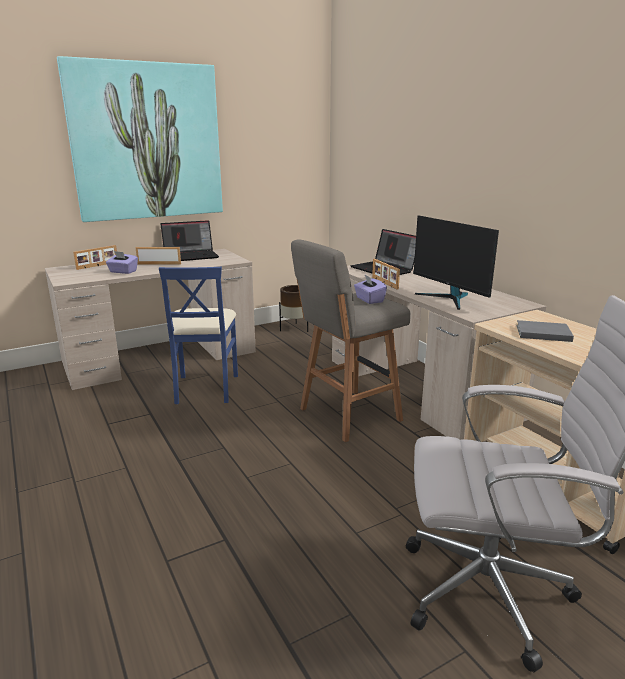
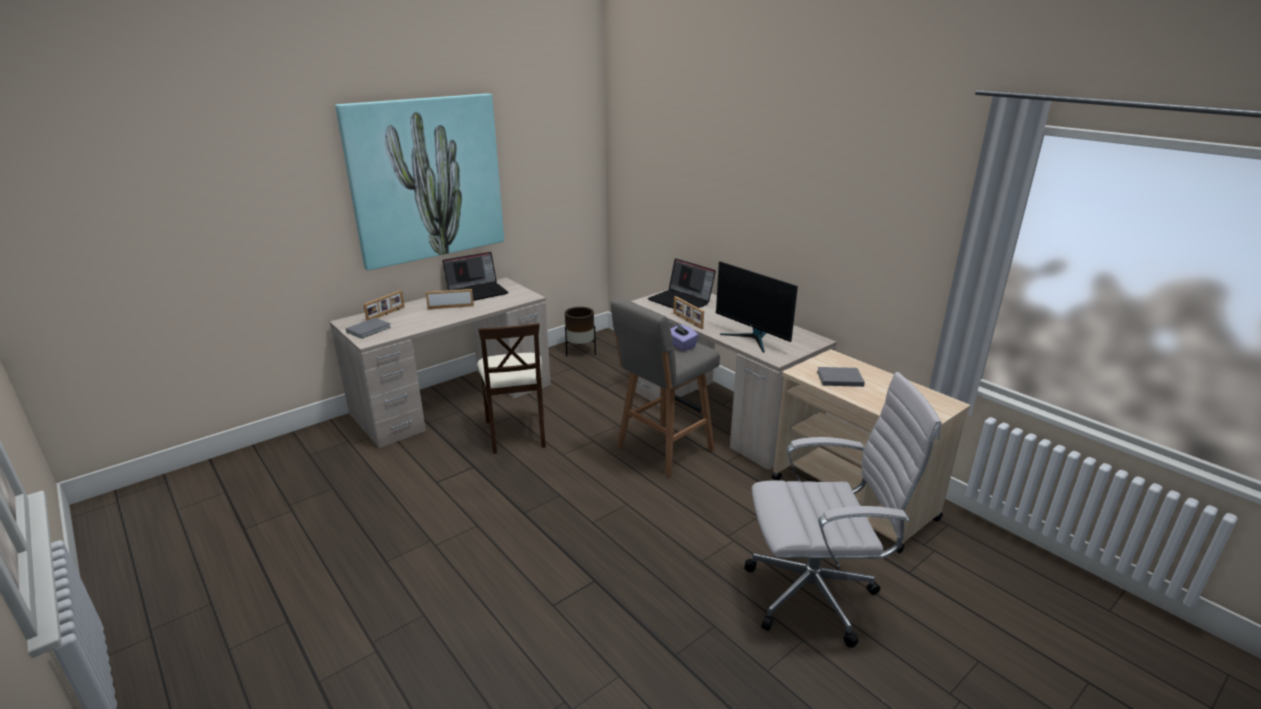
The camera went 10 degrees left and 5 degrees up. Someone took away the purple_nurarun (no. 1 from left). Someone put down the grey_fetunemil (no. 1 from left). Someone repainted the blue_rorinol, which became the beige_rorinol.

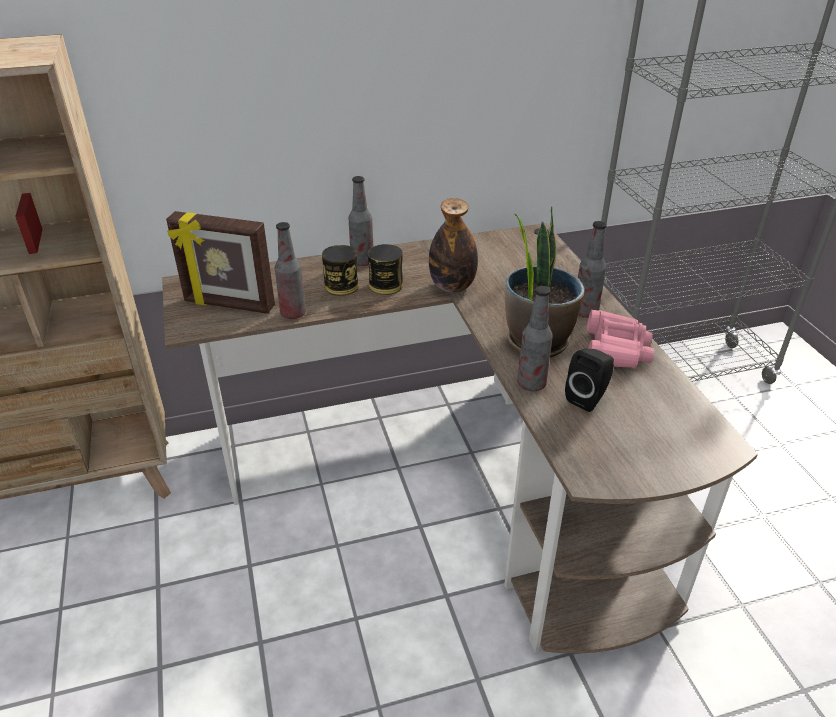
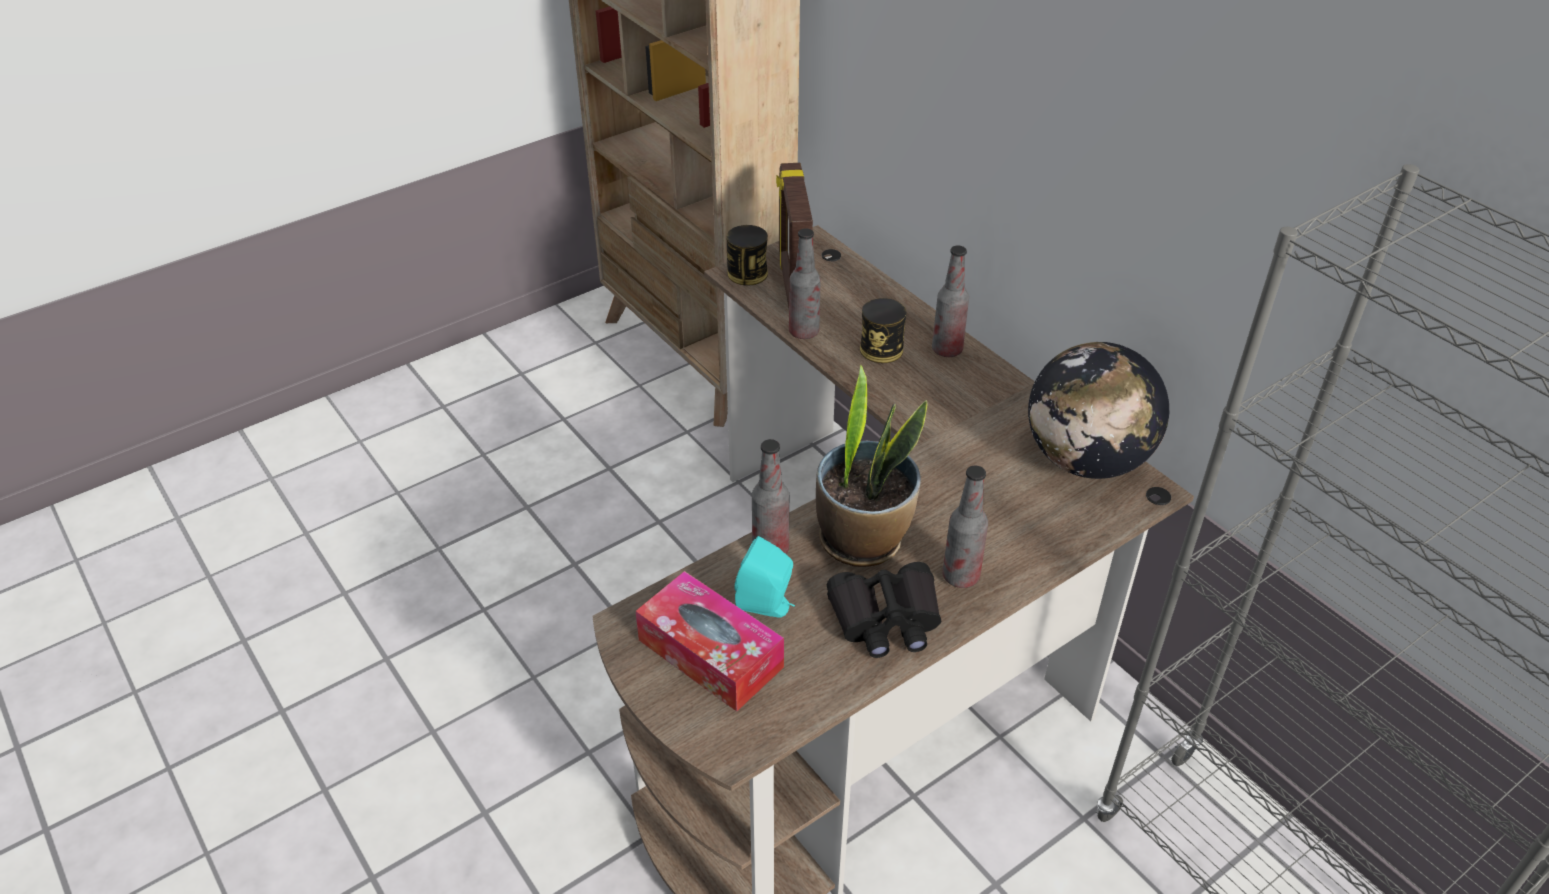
The camera went 70 degrees right and 5 degrees up. Someone took away the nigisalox (no. 3 from left). Someone put down the nurarun. Someone put down the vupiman. Someone carried the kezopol (no. 2 from left in the first image). Someone repainted the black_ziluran, which became the turquoise_ziluran. Someone repainted the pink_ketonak, which became the black_ketonak.

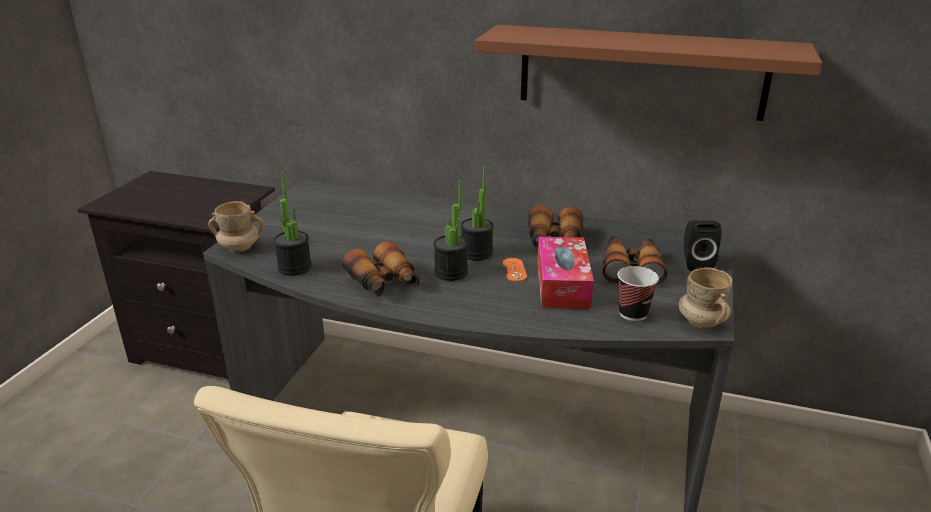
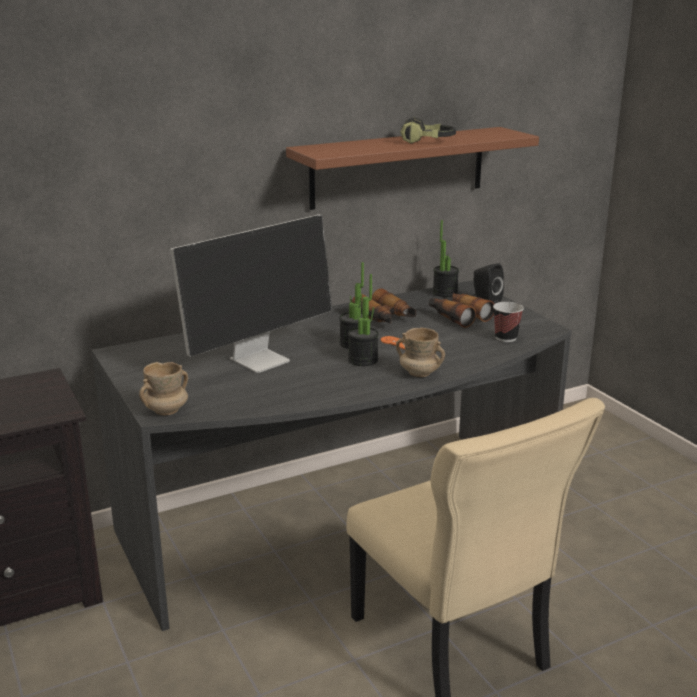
The camera went 45 degrees left and 5 degrees down. Someone took away the ketonak (no. 1 from left). Someone took away the nurarun. Someone put down the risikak. Someone put down the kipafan. Someone carried the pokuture (no. 1 from left in the first image). Someone carried the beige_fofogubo (no. 2 from left).

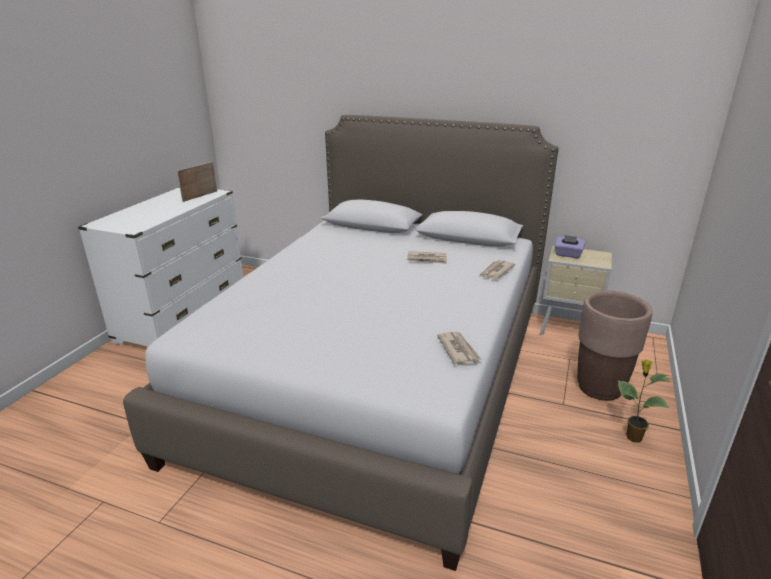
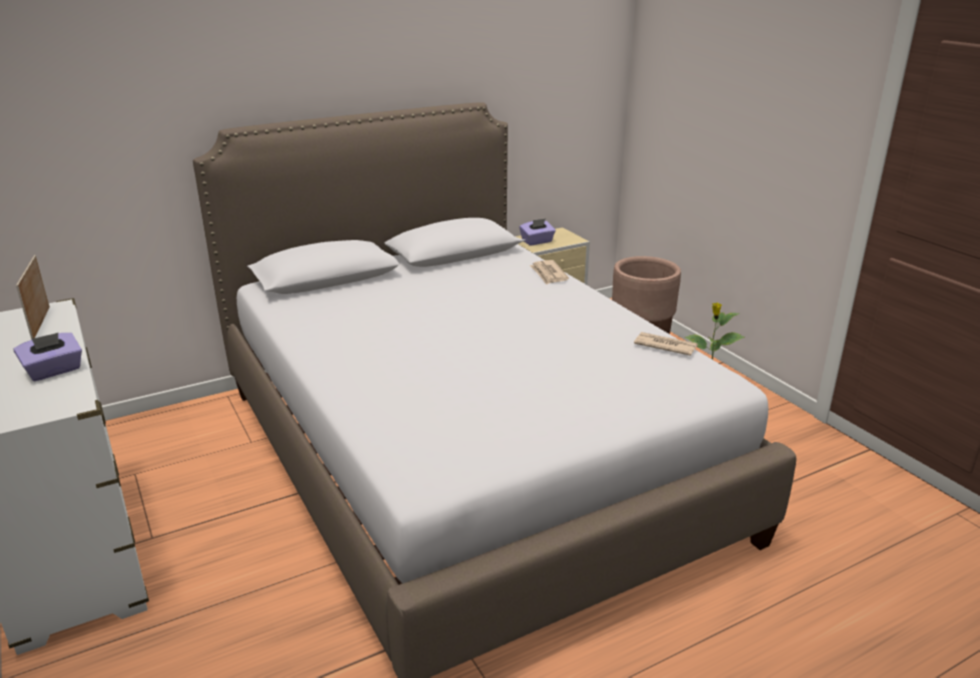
The camera went 50 degrees left and 0 degrees up. Someone took away the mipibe (no. 1 from left). Someone put down the purple_nurarun (no. 1 from left).

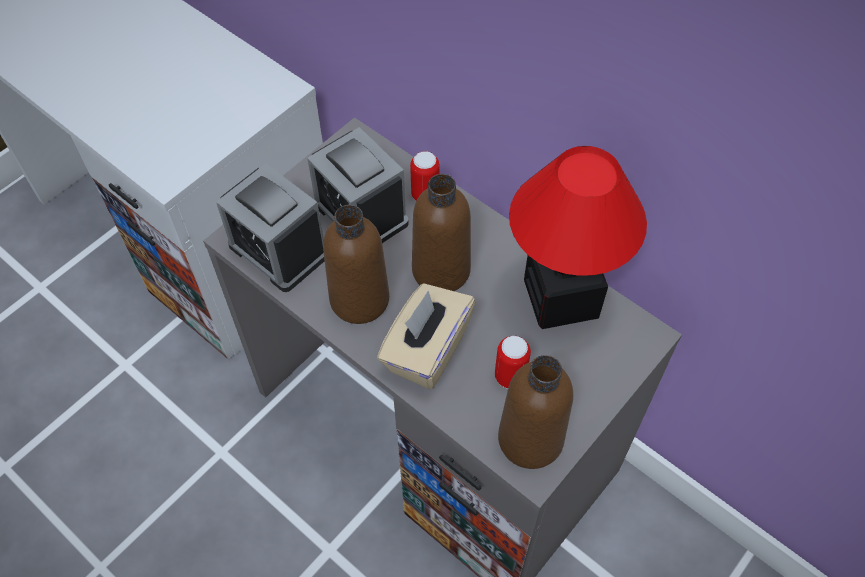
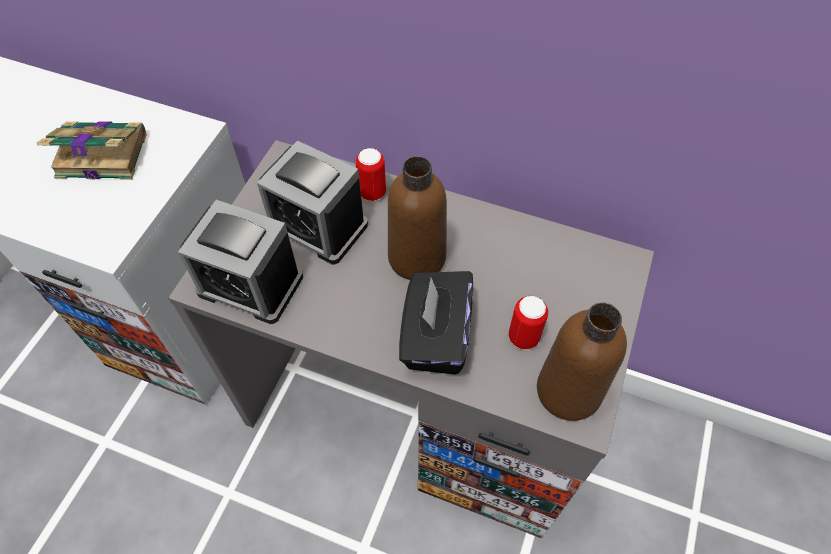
The camera went 20 degrees left and 0 degrees up. Someone took away the brown_nigisalox (no. 1 from left). Someone took away the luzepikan. Someone put down the fetunemil. Someone repainted the beige_nurarun, which became the black_nurarun.

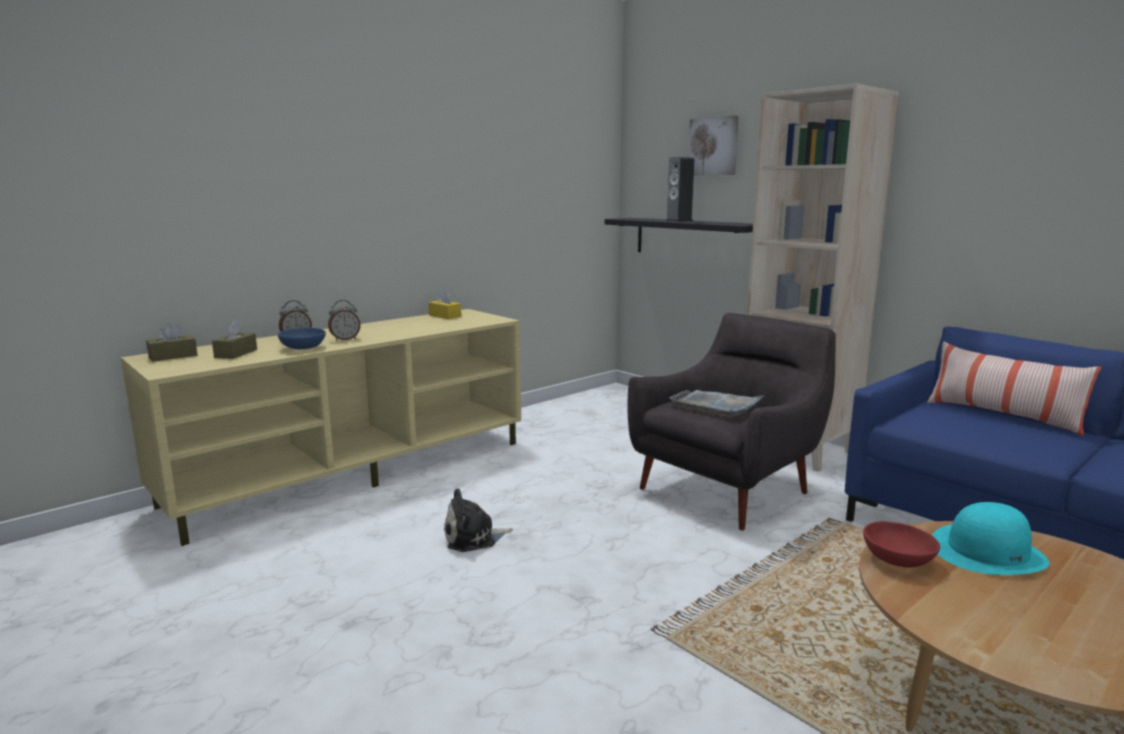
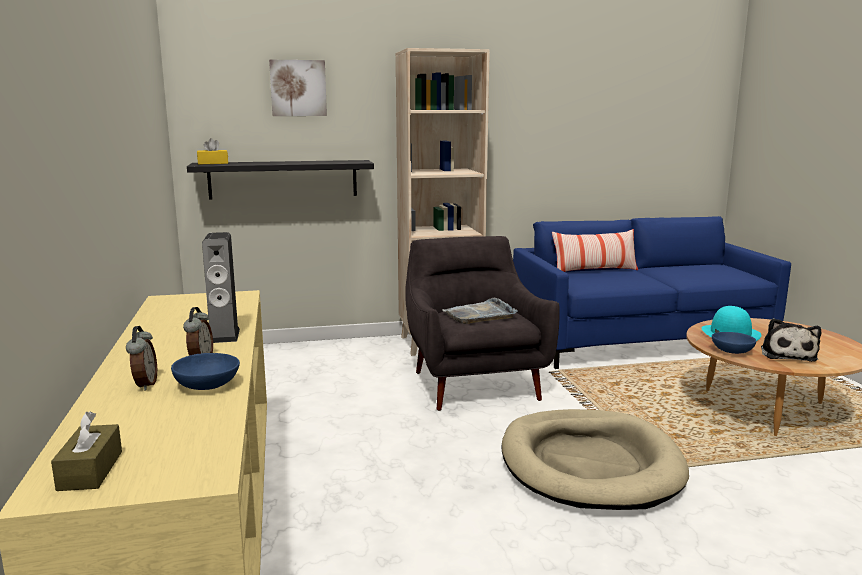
The camera went 60 degrees left and 0 degrees up. Someone took away the brown_nurarun (no. 2 from left). Someone put down the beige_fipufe. Someone carried the yellow_nurarun. Someone carried the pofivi. Someone carried the ziluran. Someone repainted the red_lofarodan, which became the blue_lofarodan (no. 2 from left).

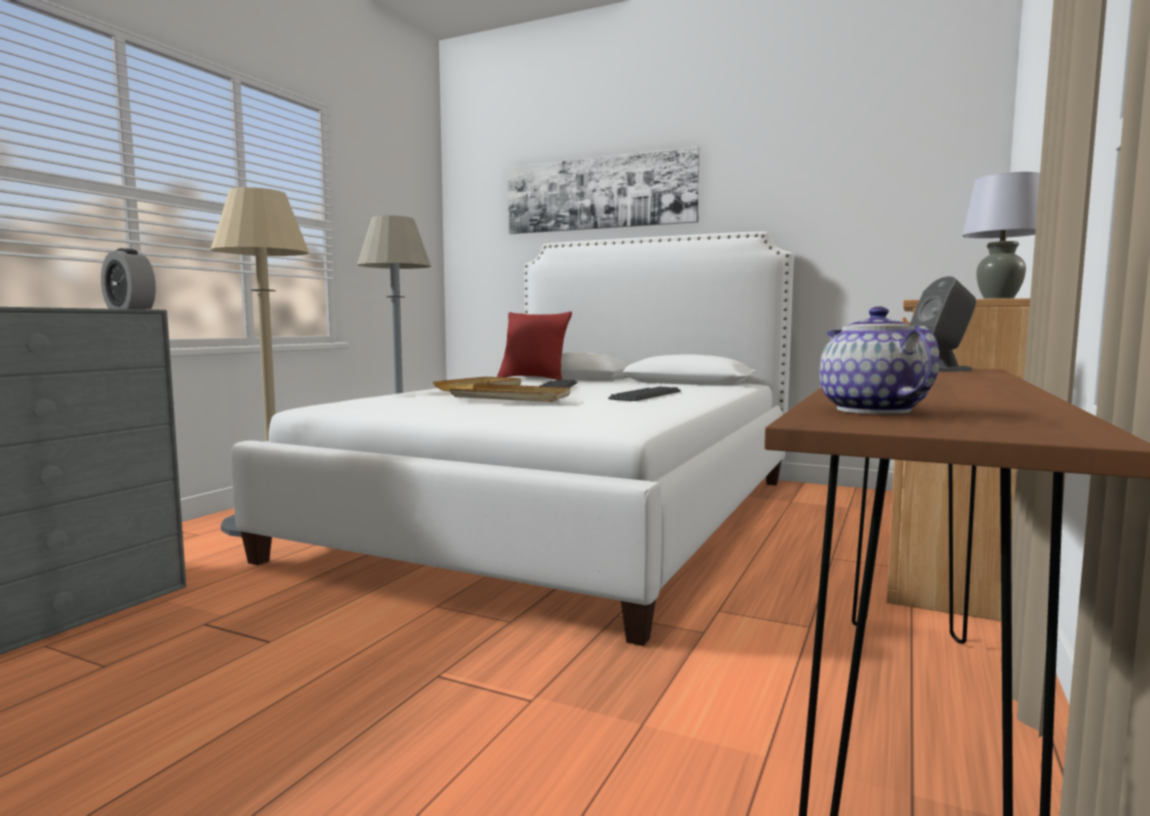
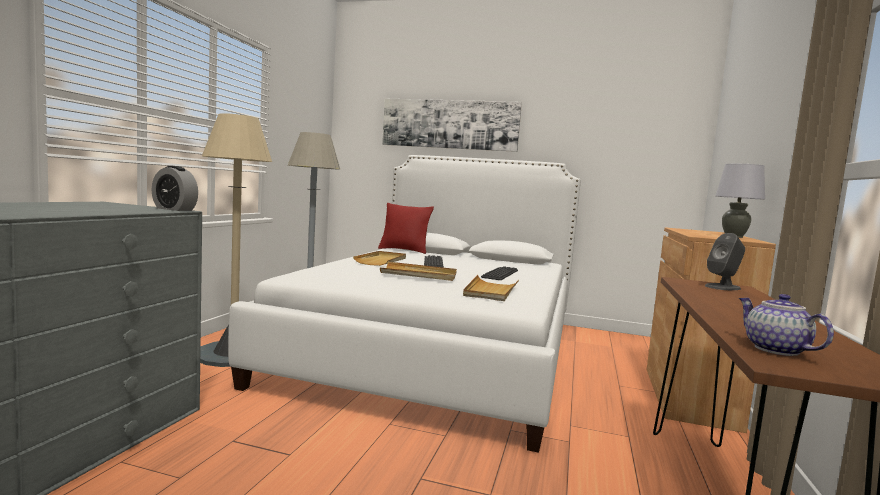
The camera went 10 degrees left and 0 degrees up. Someone put down the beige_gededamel (no. 3 from left).

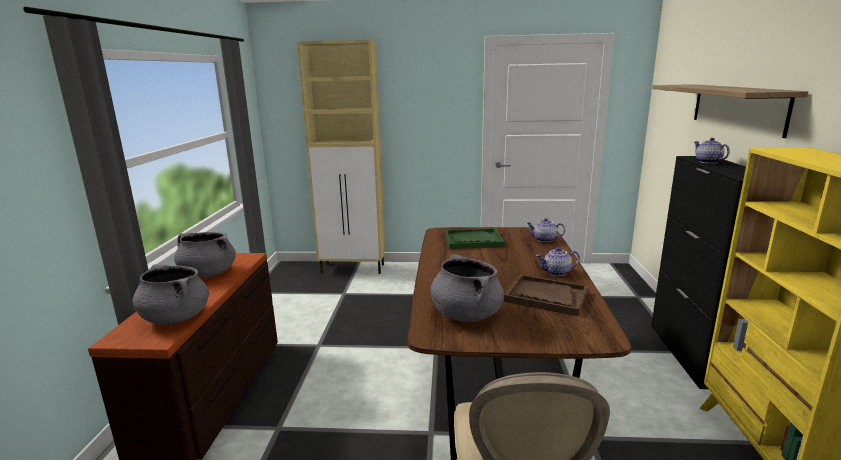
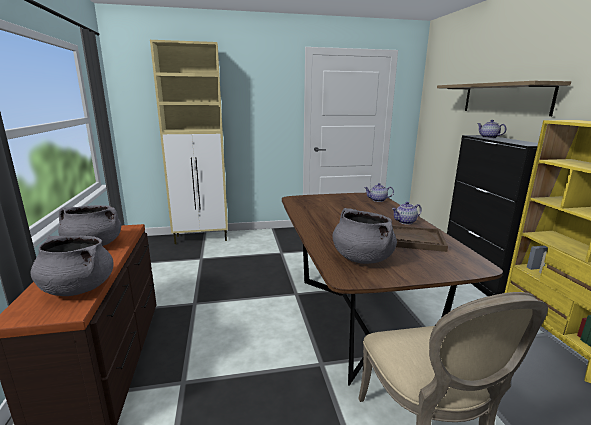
The camera went 15 degrees left and 0 degrees up. Someone took away the green_gededamel.

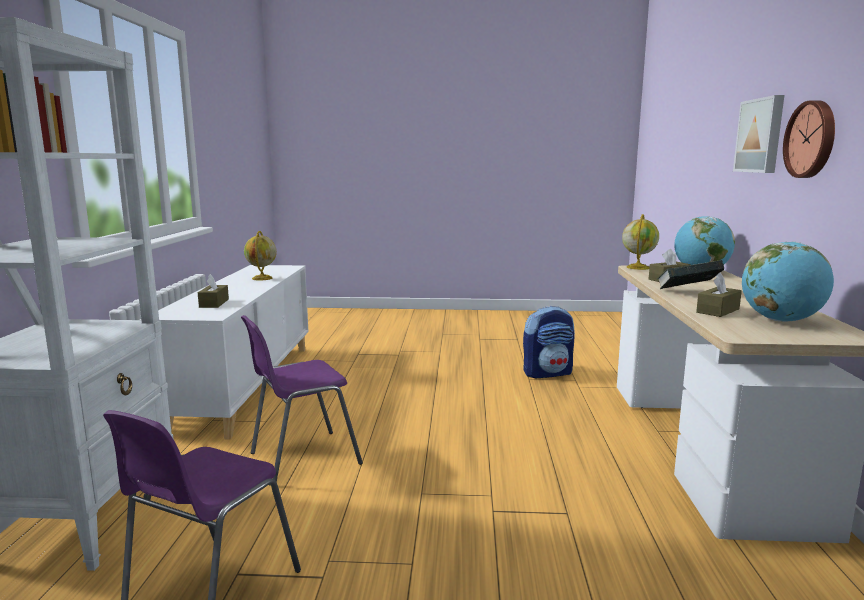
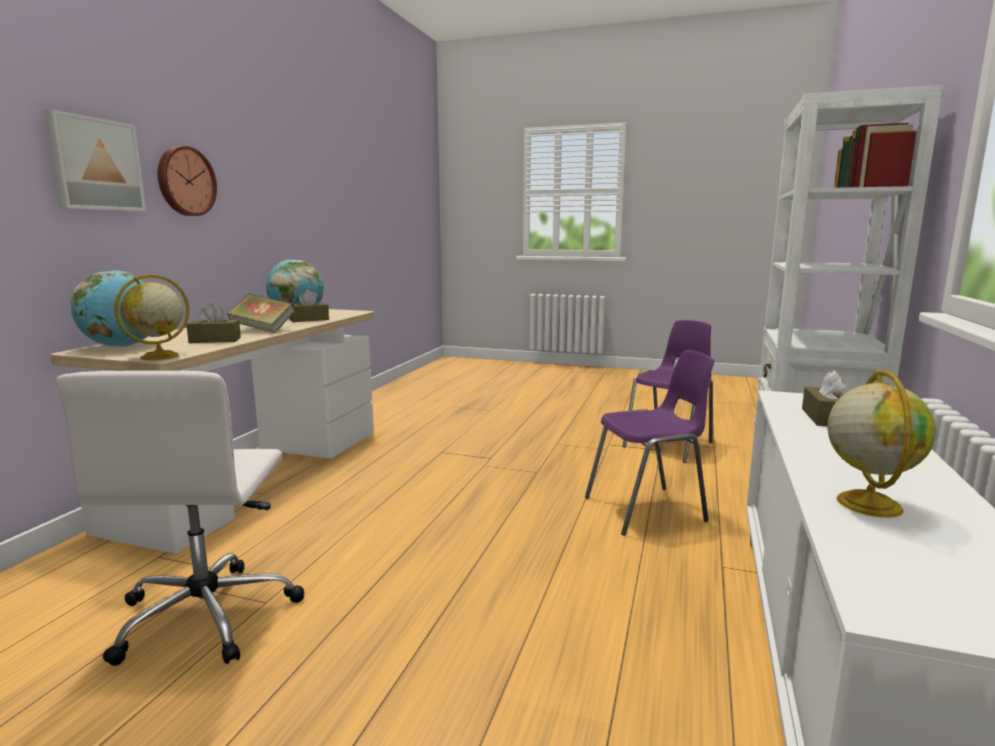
The camera went 165 degrees left and 0 degrees up. Someone swapped the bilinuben for the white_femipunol.

